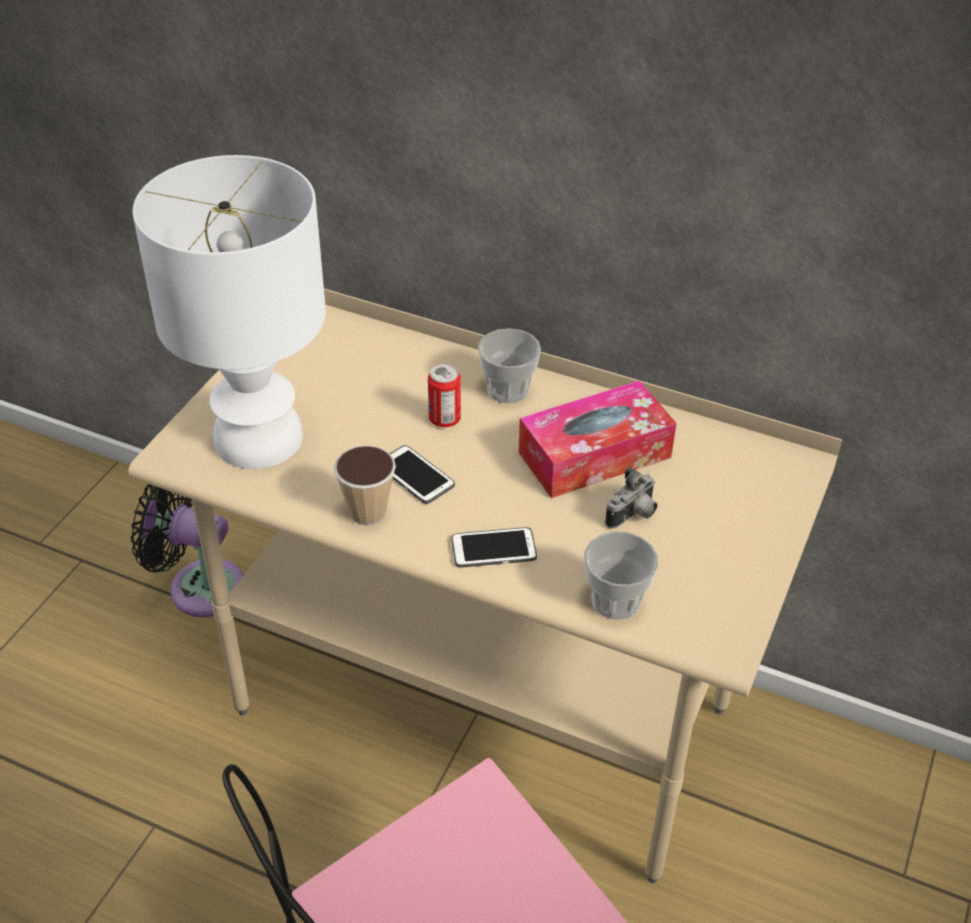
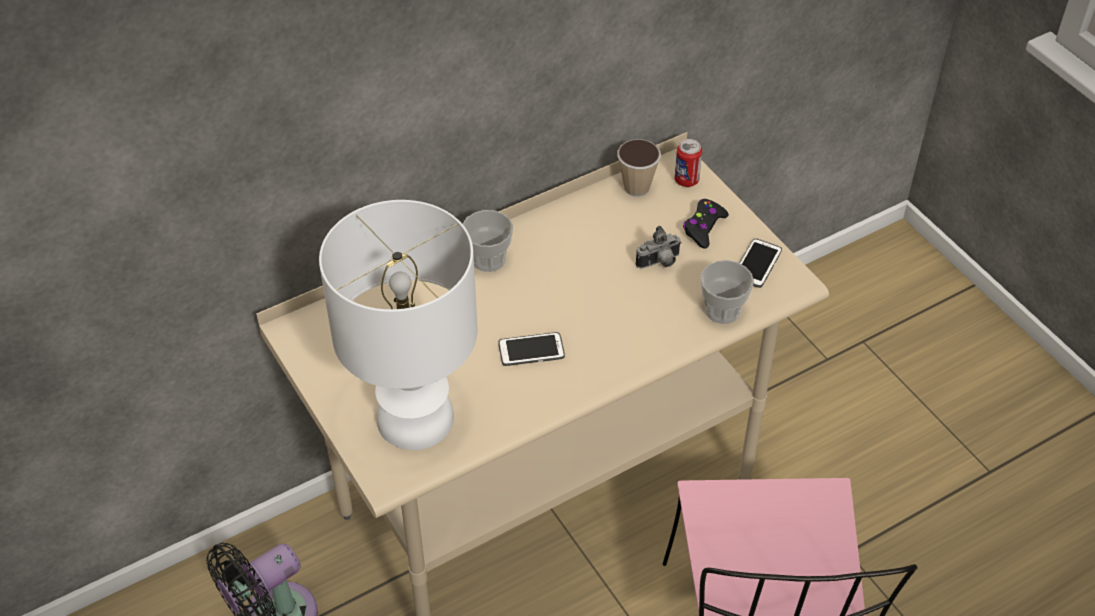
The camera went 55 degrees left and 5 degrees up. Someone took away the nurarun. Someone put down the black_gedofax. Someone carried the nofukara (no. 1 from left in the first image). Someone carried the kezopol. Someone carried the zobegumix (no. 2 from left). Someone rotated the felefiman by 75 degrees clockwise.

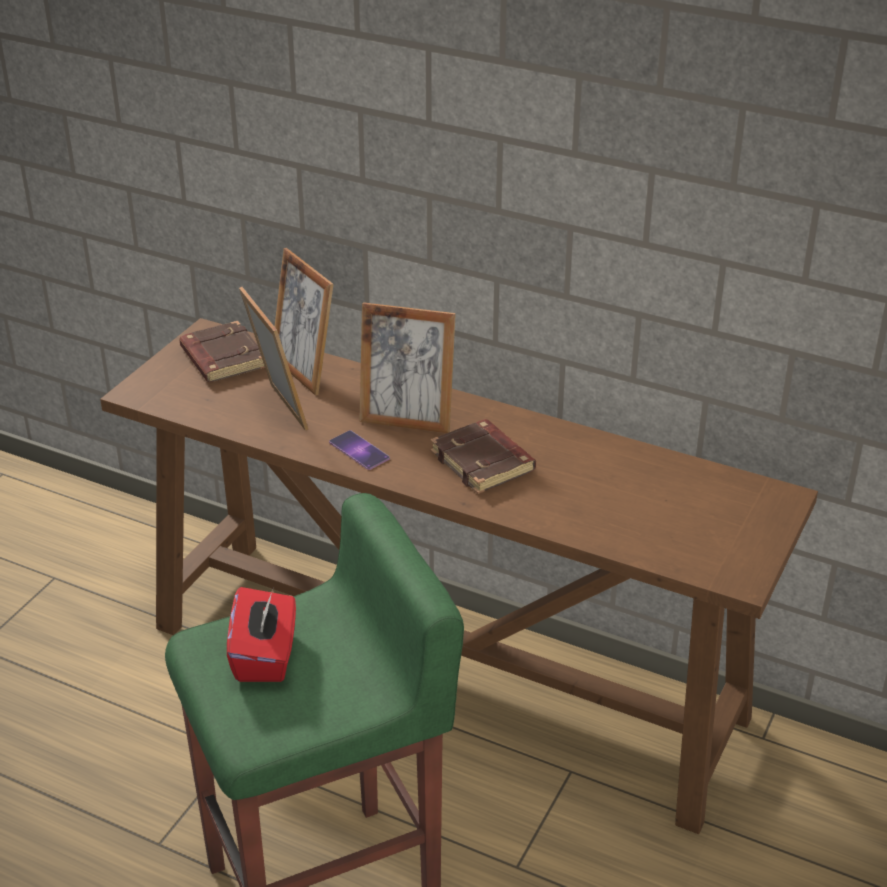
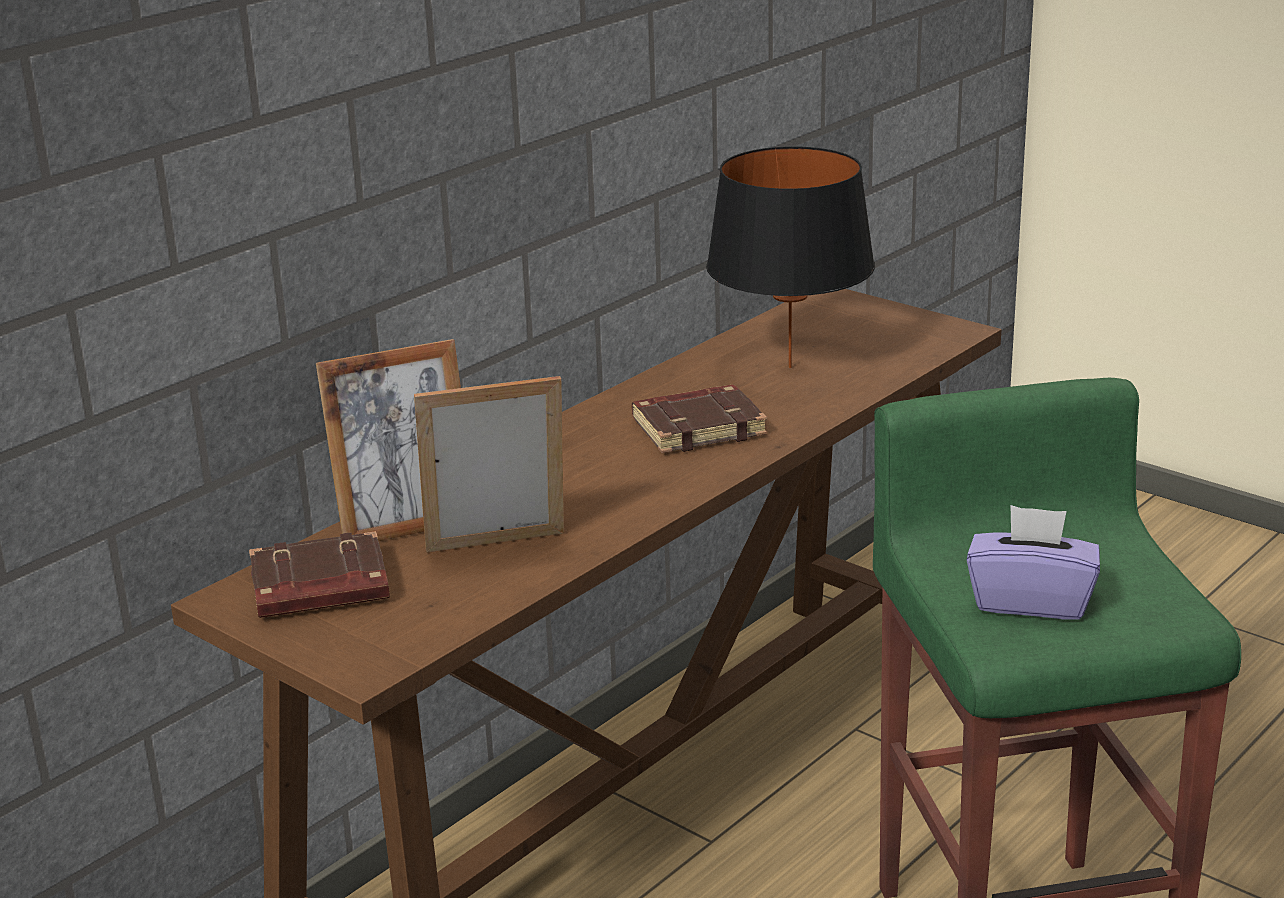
The camera went 75 degrees left and 10 degrees down. Someone took away the zobegumix. Someone took away the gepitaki (no. 3 from left). Someone put down the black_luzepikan. Someone repainted the red_nurarun, which became the purple_nurarun.

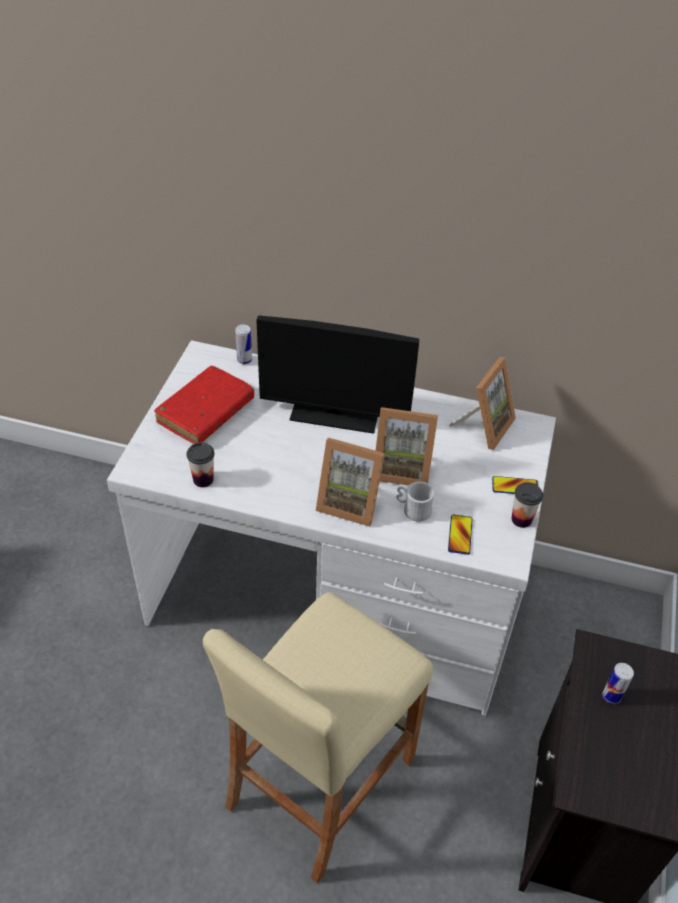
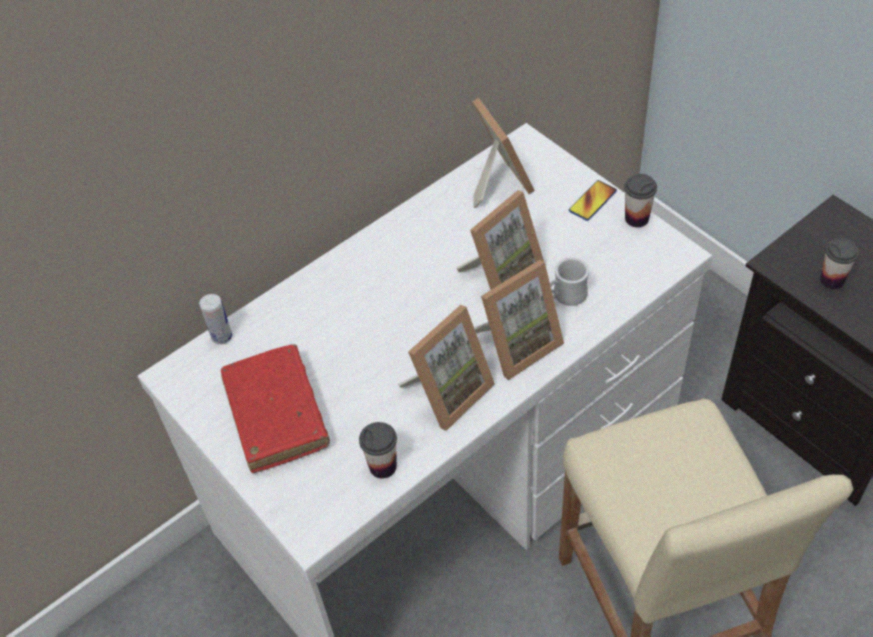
The camera went 50 degrees left and 5 degrees up. Someone took away the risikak. Someone took away the zobegumix (no. 1 from left). Someone put down the gepitaki (no. 1 from left). Someone swapped the kezopol (no. 2 from left) for the nofukara (no. 3 from left).

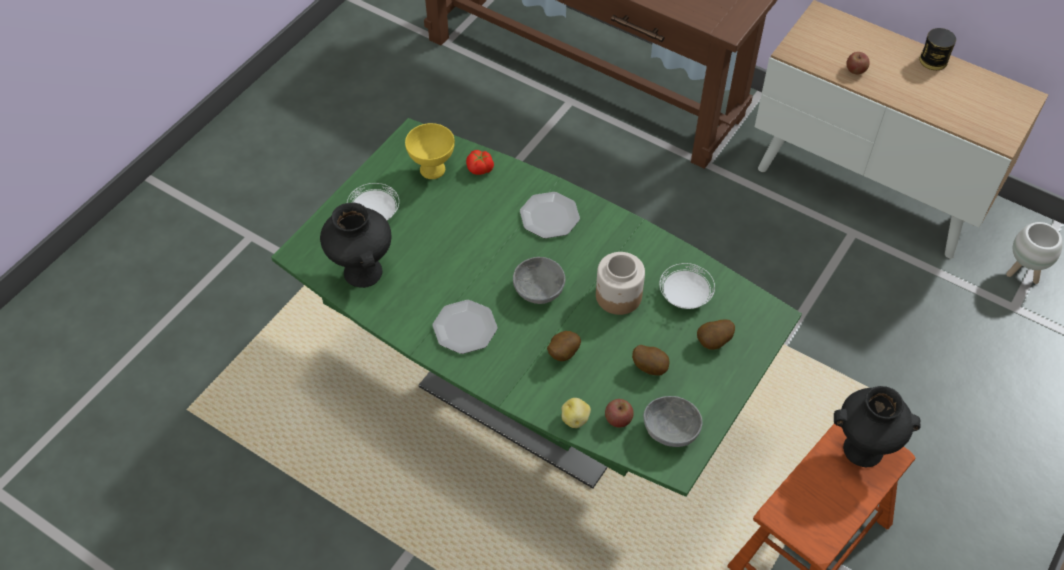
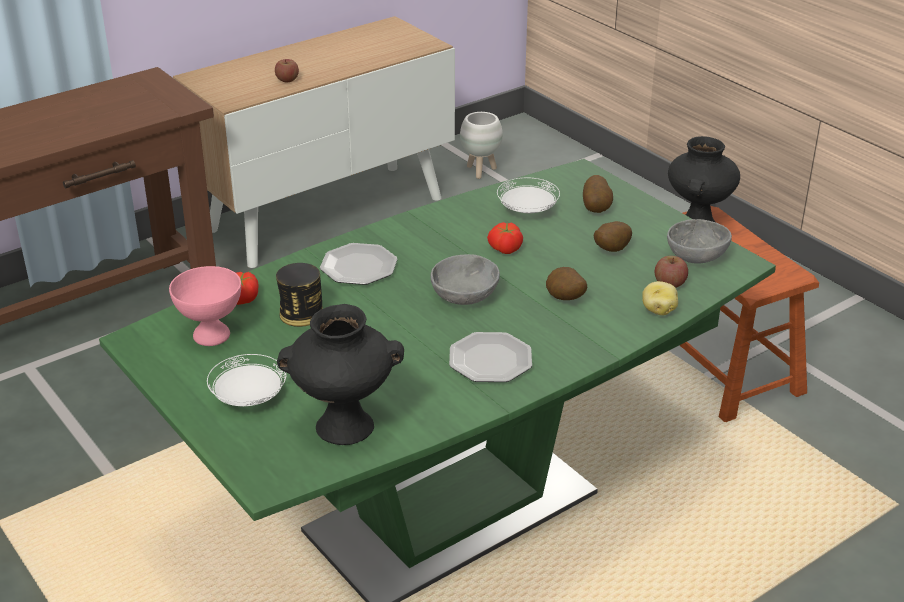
The camera went 70 degrees left and 20 degrees down. Someone carried the kezopol. Someone swapped the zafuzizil for the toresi (no. 2 from left). Someone repainted the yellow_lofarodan, which became the pink_lofarodan.

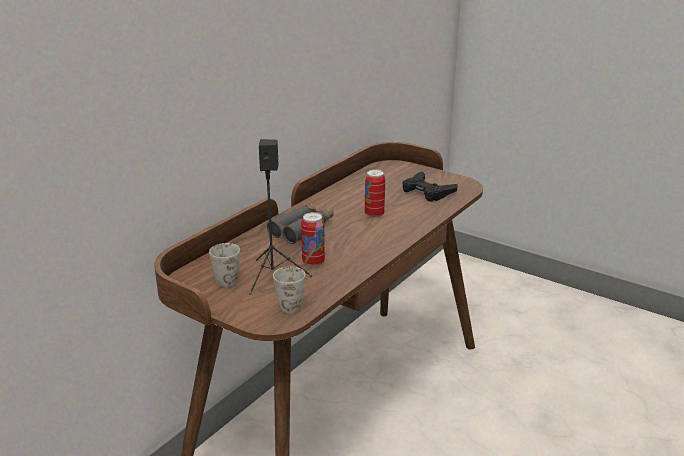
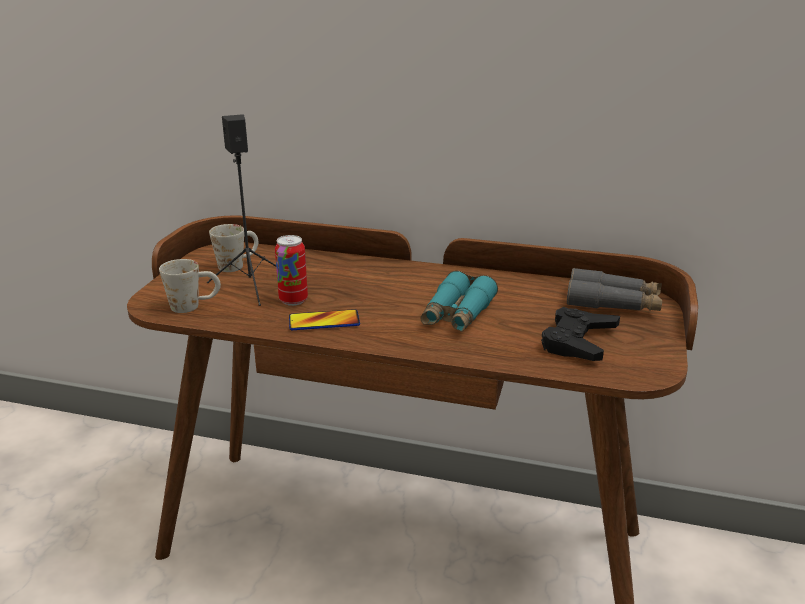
The camera went 70 degrees right and 0 degrees up. Someone put down the zobegumix. Someone carried the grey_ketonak. Someone swapped the kezopol (no. 2 from left) for the turquoise_ketonak.

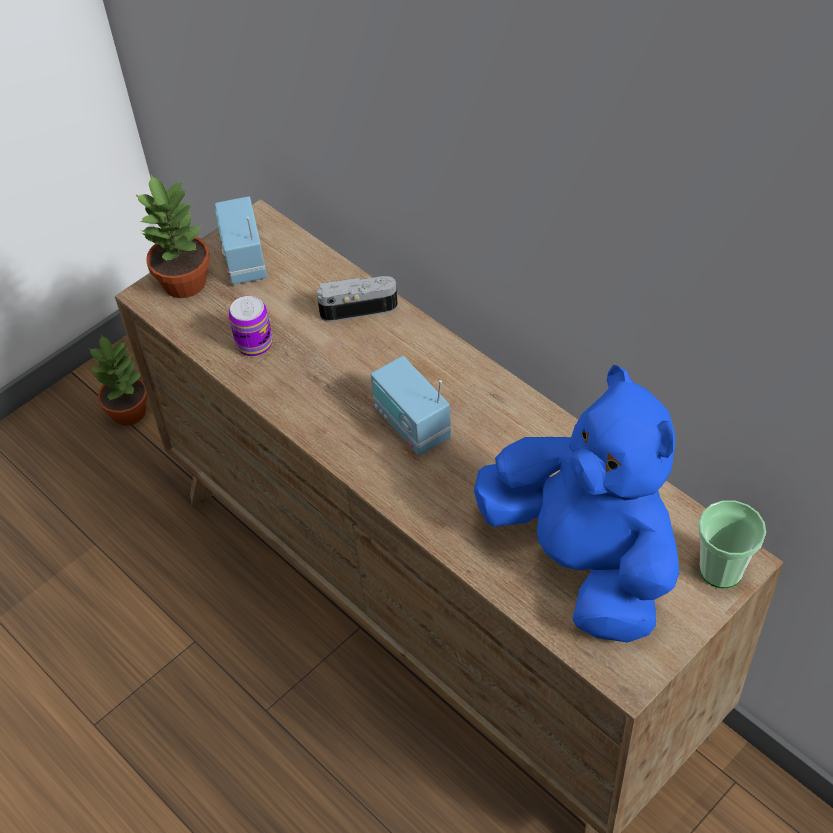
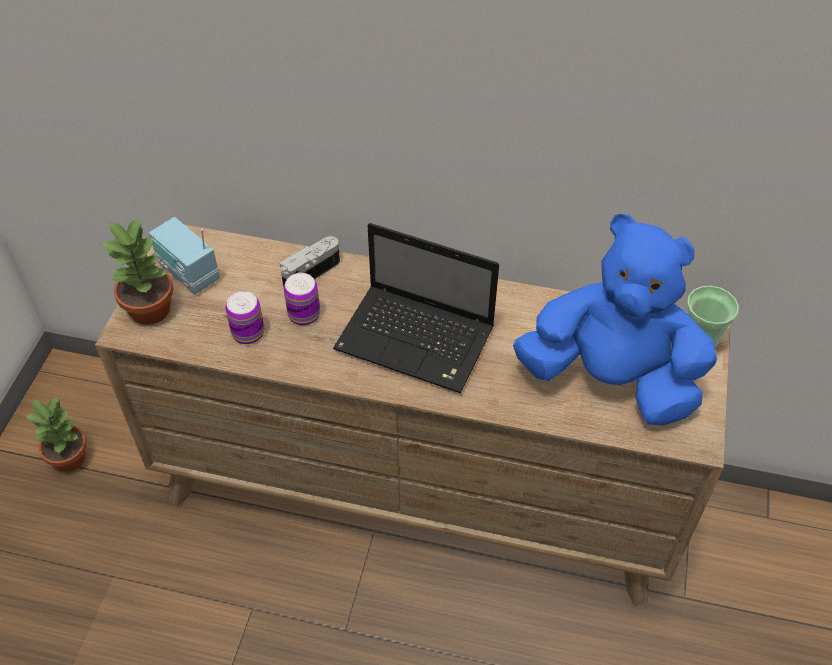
The camera went 35 degrees left and 0 degrees up. Someone put down the kezopol (no. 2 from left). Someone swapped the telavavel (no. 2 from left) for the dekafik.

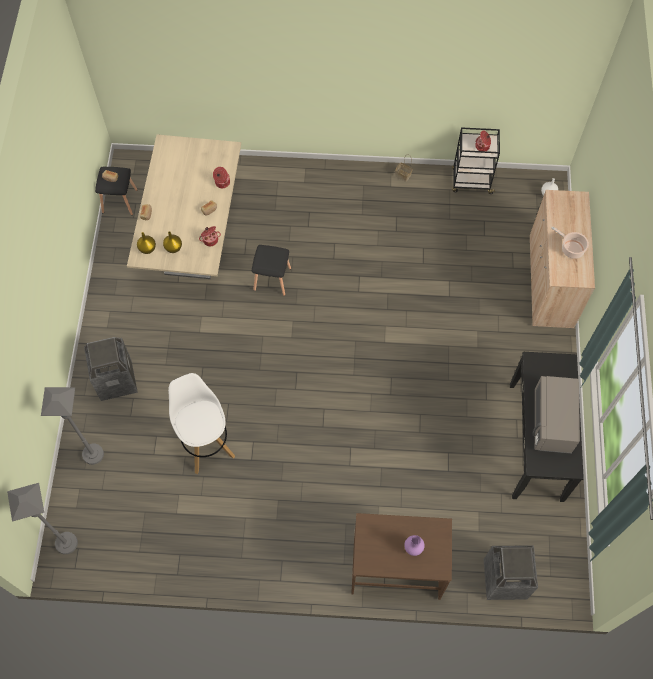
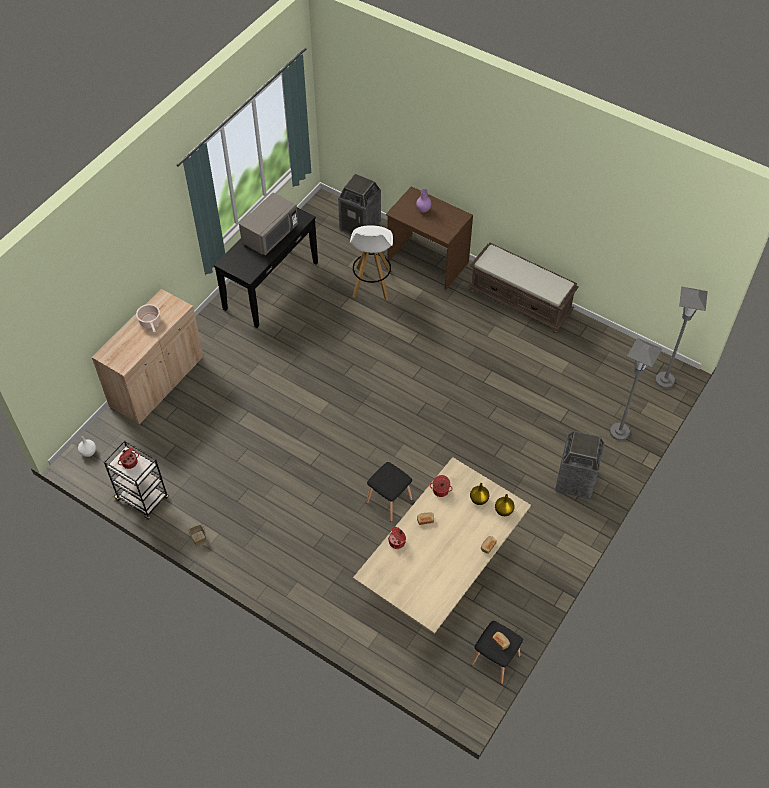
The camera went 150 degrees left and 10 degrees down. Someone put down the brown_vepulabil. Someone carried the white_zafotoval.

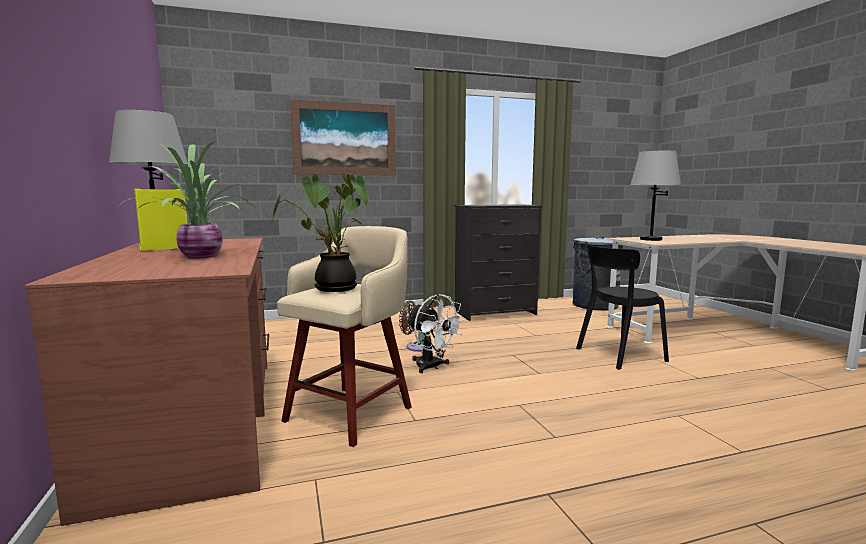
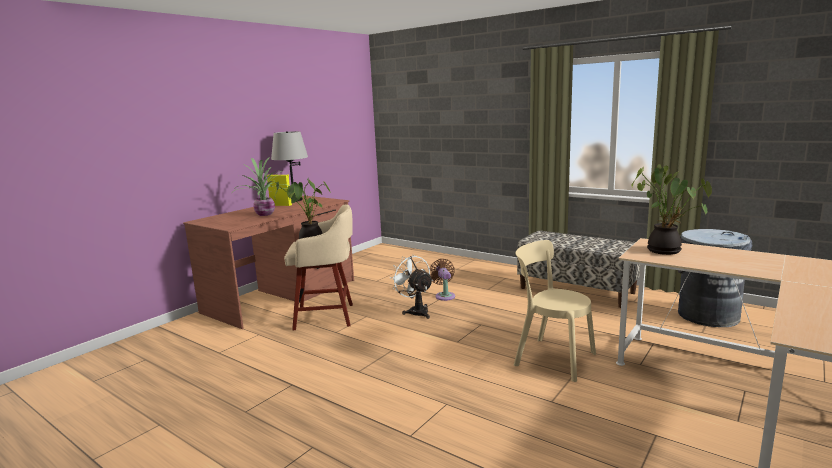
The camera went 55 degrees right and 5 degrees up. Someone took away the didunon. Someone swapped the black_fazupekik for the vepulabil. Someone swapped the grey_luzepikan (no. 2 from left) for the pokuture (no. 3 from left). Someone repainted the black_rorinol, which became the beige_rorinol. Someone rotated the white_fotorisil by 135 degrees clockwise.

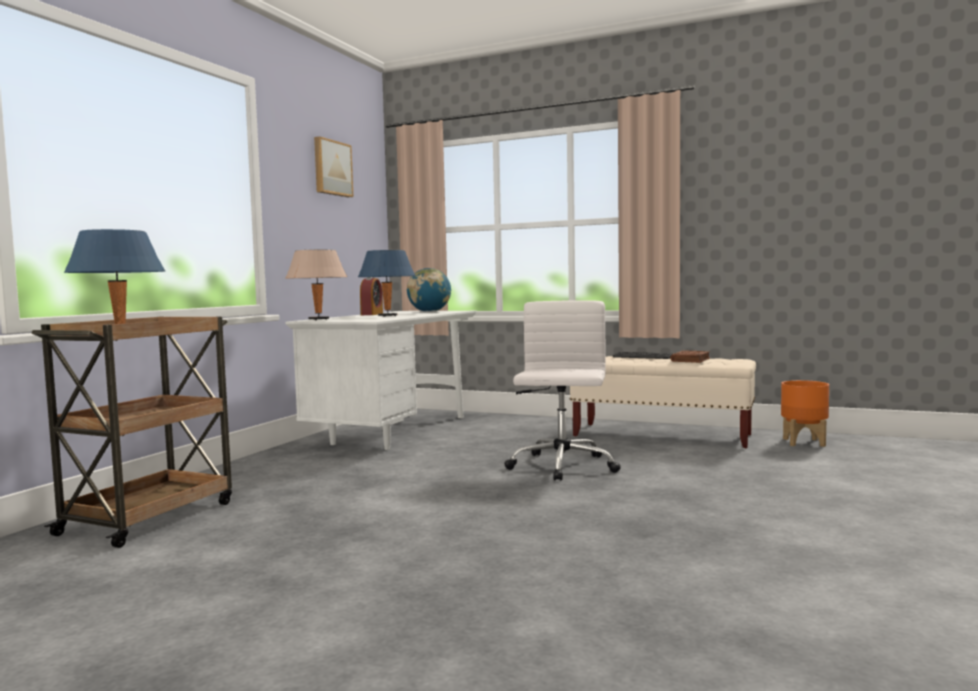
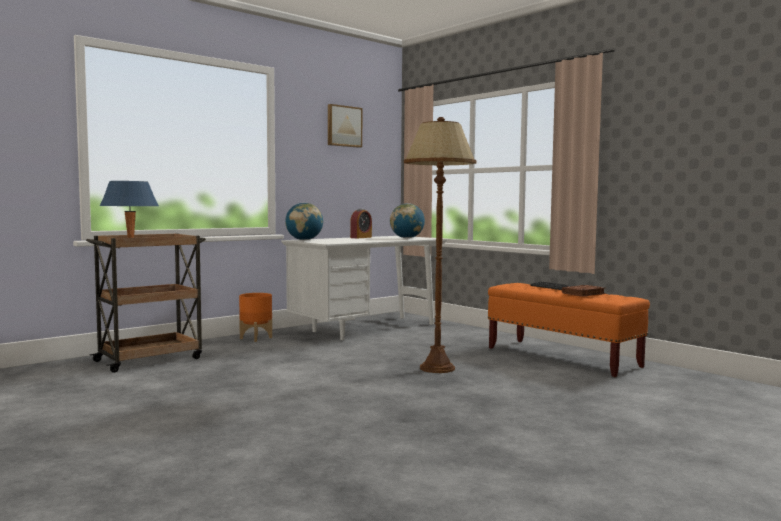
The camera went 25 degrees right and 0 degrees up. Someone took away the blue_luzepikan (no. 2 from left). Someone carried the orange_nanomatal. Someone swapped the beige_luzepikan for the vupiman (no. 1 from left). Someone swapped the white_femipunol for the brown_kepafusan. Someone repainted the beige_vepulabil, which became the orange_vepulabil.

